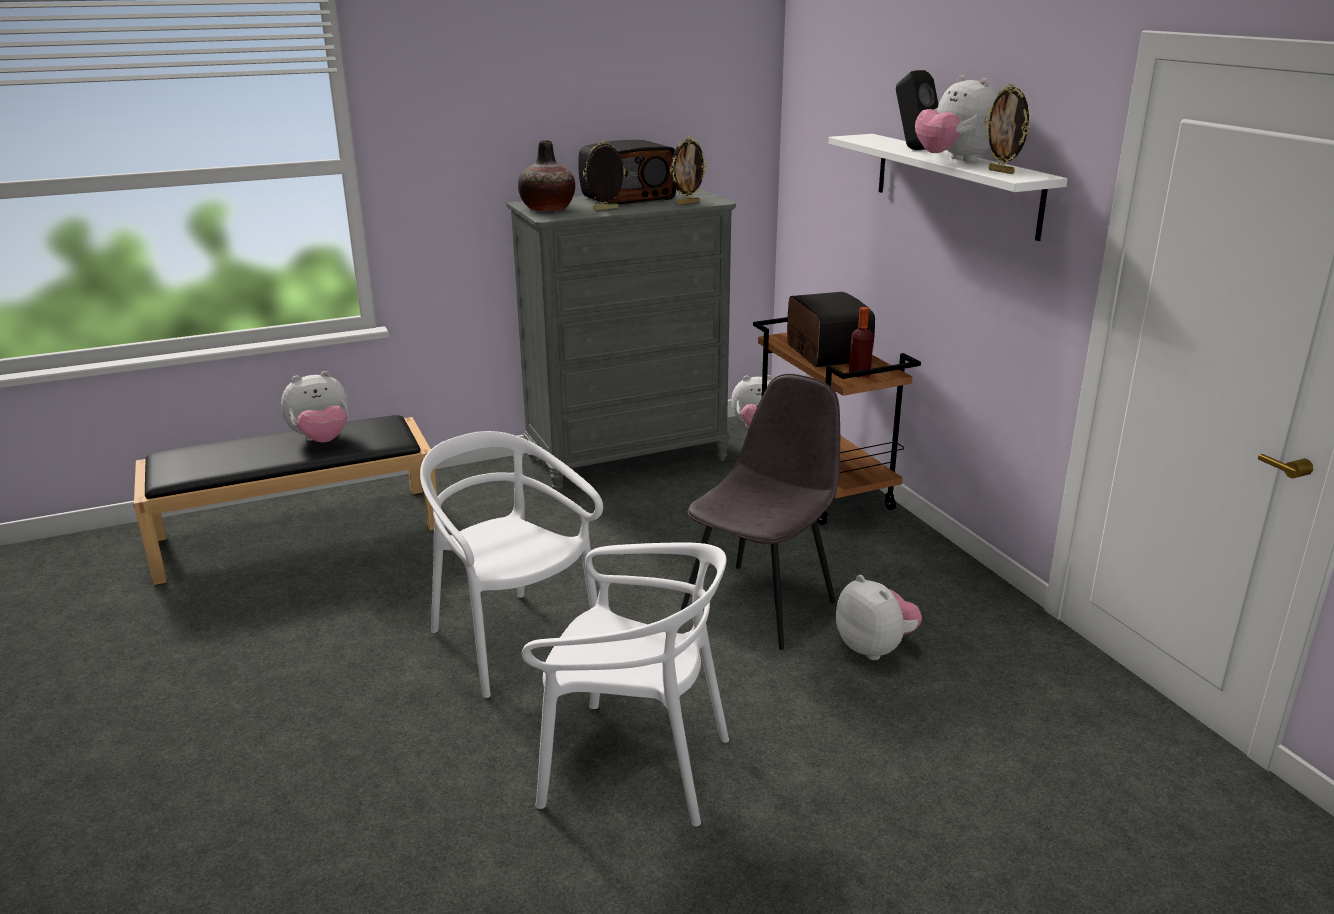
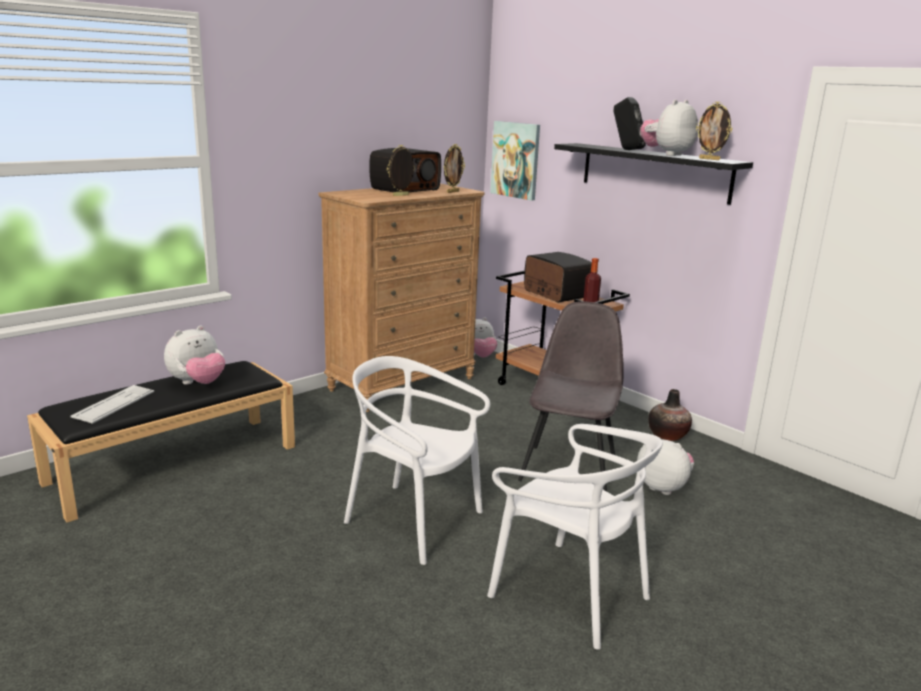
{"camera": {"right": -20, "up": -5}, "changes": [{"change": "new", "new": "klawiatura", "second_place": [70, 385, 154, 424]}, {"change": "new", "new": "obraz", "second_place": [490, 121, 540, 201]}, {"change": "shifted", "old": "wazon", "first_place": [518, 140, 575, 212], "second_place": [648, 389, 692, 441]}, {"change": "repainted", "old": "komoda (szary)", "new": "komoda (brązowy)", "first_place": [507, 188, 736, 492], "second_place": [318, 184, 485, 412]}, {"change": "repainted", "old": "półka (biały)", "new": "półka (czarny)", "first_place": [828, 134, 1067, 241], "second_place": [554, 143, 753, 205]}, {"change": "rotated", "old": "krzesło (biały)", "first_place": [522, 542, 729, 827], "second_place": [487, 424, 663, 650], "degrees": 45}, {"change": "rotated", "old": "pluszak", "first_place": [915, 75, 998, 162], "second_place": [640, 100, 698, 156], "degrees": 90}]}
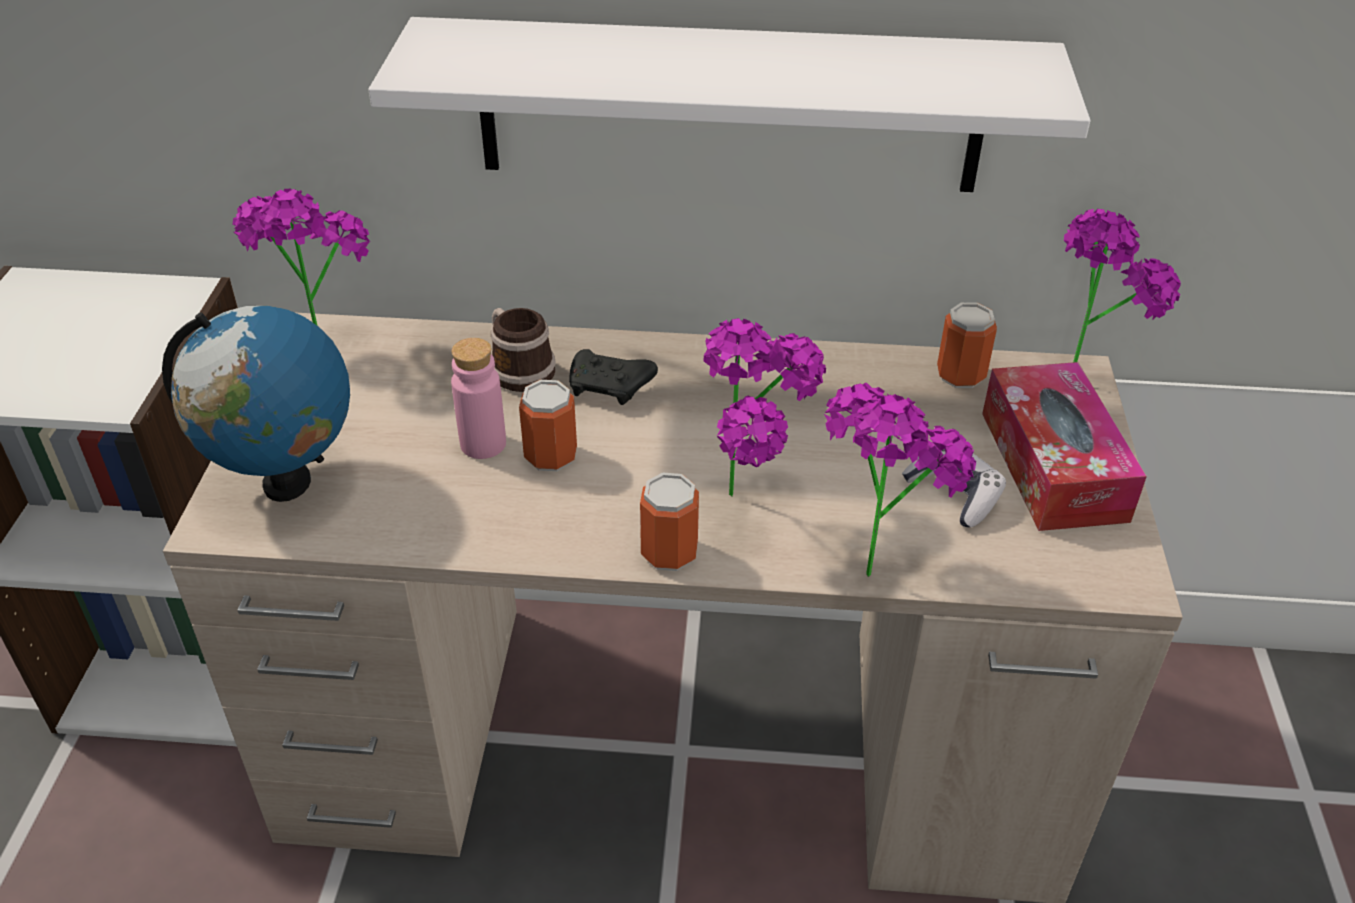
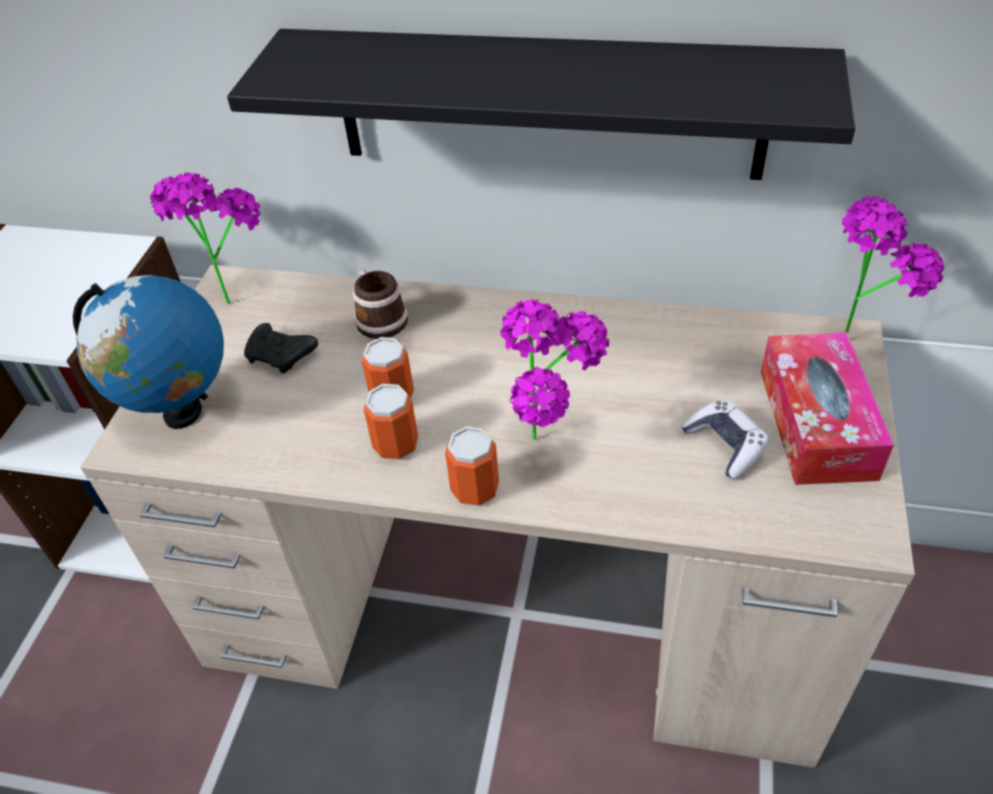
{"camera": {"right": 10, "up": 5}, "changes": [{"change": "gone", "old": "butelka (różowy)", "first_place": [451, 338, 506, 459]}, {"change": "gone", "old": "roślina doniczkowa", "first_place": [824, 383, 976, 577]}, {"change": "shifted", "old": "pad do gier (czarny)", "first_place": [569, 349, 658, 405], "second_place": [244, 323, 318, 374]}, {"change": "shifted", "old": "puszka", "first_place": [937, 303, 997, 388], "second_place": [363, 384, 418, 460]}, {"change": "repainted", "old": "półka (biały)", "new": "półka (czarny)", "first_place": [368, 17, 1090, 192], "second_place": [227, 29, 856, 180]}]}
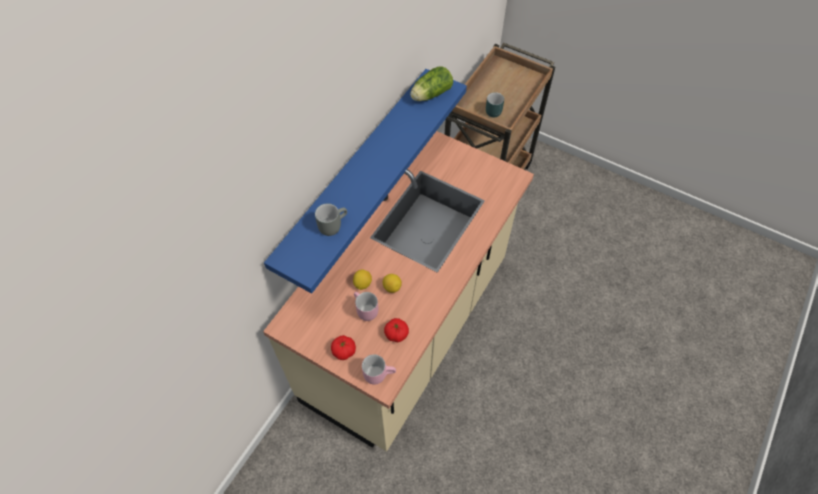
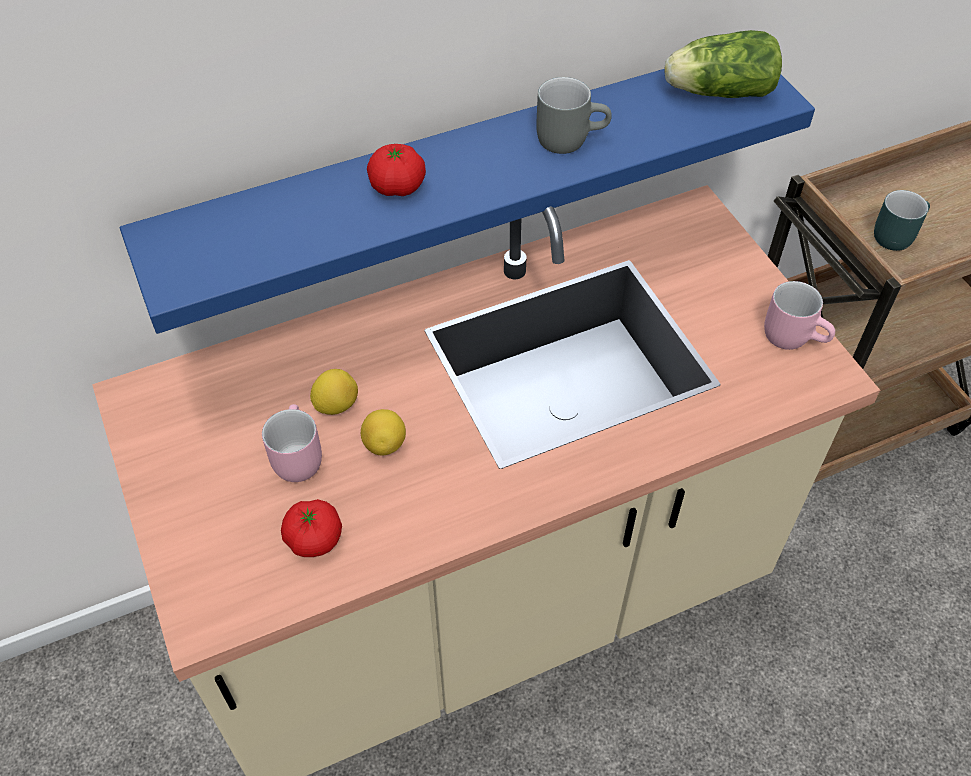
{"camera": {"right": 35, "up": -5}, "changes": [{"change": "shifted", "old": "kubek (szary)", "first_place": [315, 204, 347, 236], "second_place": [536, 77, 612, 154]}, {"change": "shifted", "old": "pomidor", "first_place": [331, 335, 356, 360], "second_place": [367, 144, 426, 196]}, {"change": "shifted", "old": "kubek (różowy)", "first_place": [362, 354, 396, 385], "second_place": [764, 281, 835, 350]}]}
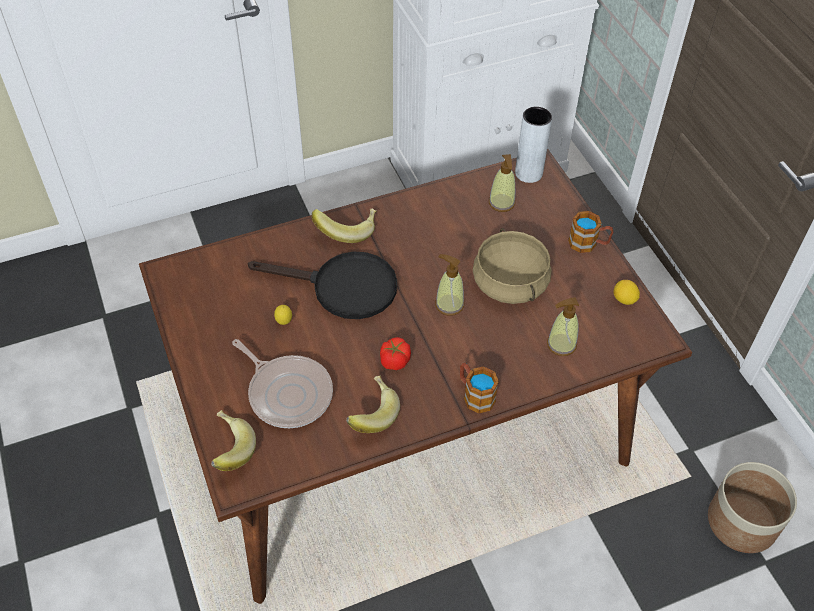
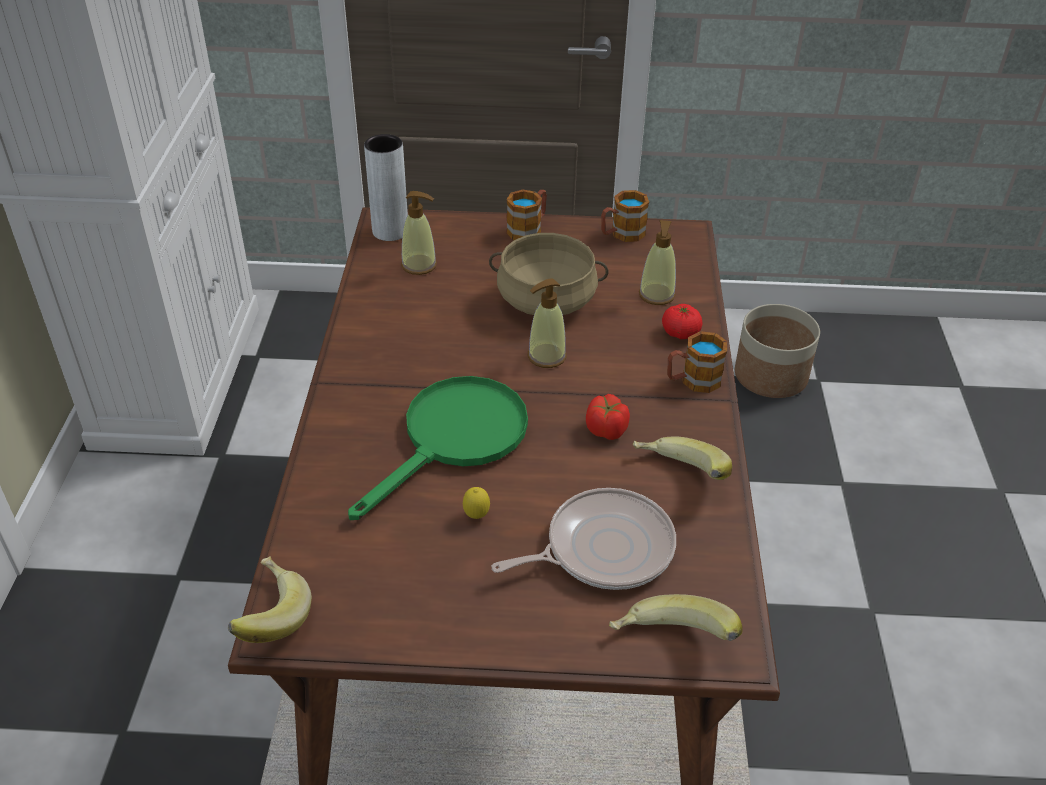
{"camera": {"right": -65, "up": -10}, "changes": [{"change": "new", "new": "pomidor", "second_place": [662, 304, 703, 339]}, {"change": "shifted", "old": "banan", "first_place": [312, 209, 377, 243], "second_place": [228, 556, 312, 643]}, {"change": "swapped", "old": "cytryna", "new": "kubek", "first_place": [613, 280, 640, 305], "second_place": [601, 190, 649, 242]}, {"change": "repainted", "old": "patelnia (czarny)", "new": "patelnia (zielony)", "first_place": [248, 252, 397, 319], "second_place": [348, 376, 528, 520]}]}
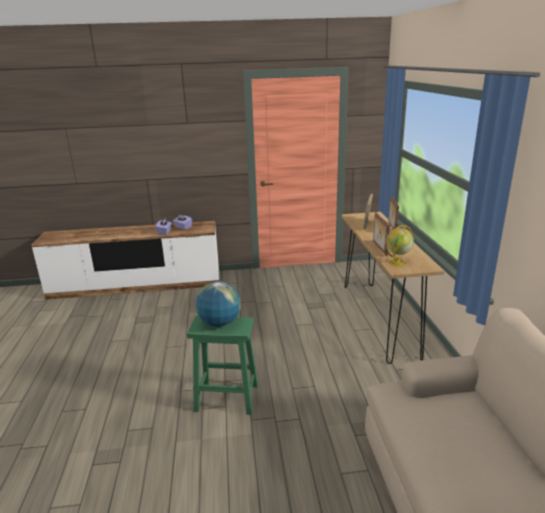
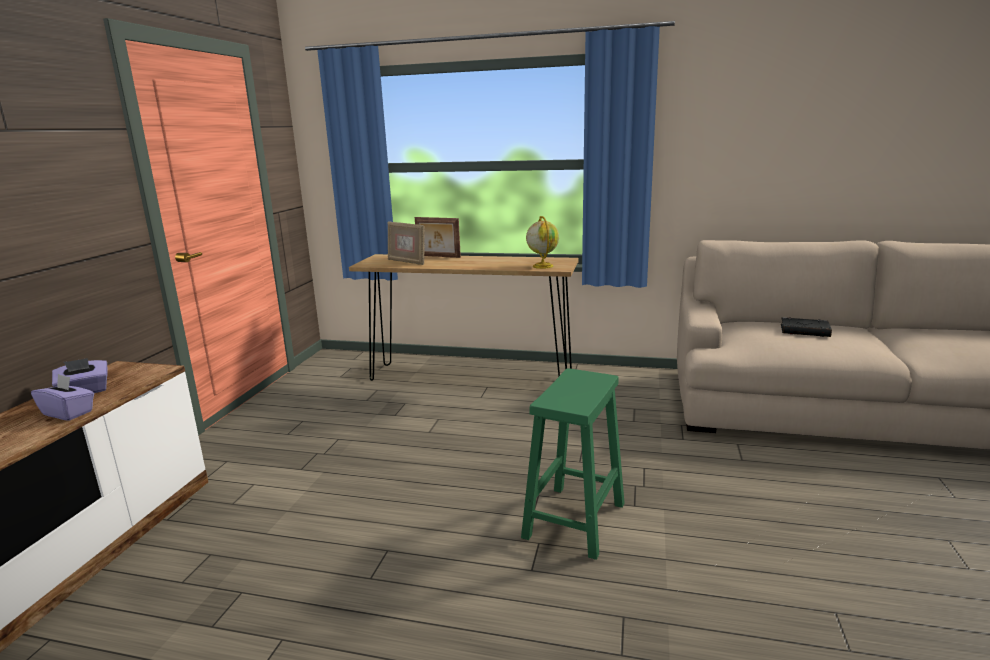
{"camera": {"right": -70, "up": -5}, "changes": [{"change": "gone", "old": "globus", "first_place": [196, 281, 241, 327]}, {"change": "gone", "old": "ramka na zdjęcie", "first_place": [373, 212, 390, 256]}, {"change": "new", "new": "książka (czarny)", "second_place": [781, 317, 832, 337]}]}
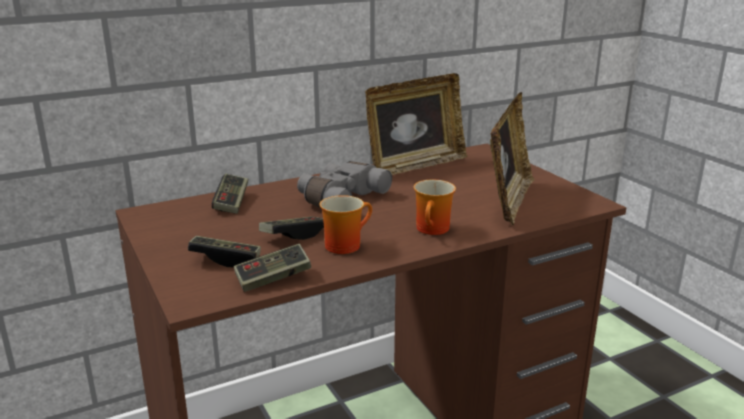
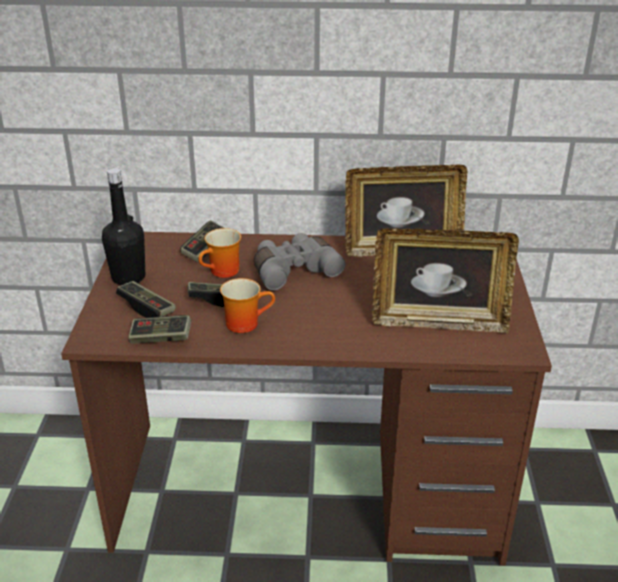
{"camera": {"right": 30, "up": 10}, "changes": [{"change": "new", "new": "butelka (czarny)", "second_place": [102, 168, 145, 285]}, {"change": "shifted", "old": "kubek", "first_place": [414, 180, 456, 235], "second_place": [198, 228, 241, 278]}, {"change": "rotated", "old": "ramka na zdjęcie", "first_place": [490, 92, 535, 225], "second_place": [372, 228, 519, 333], "degrees": 45}]}
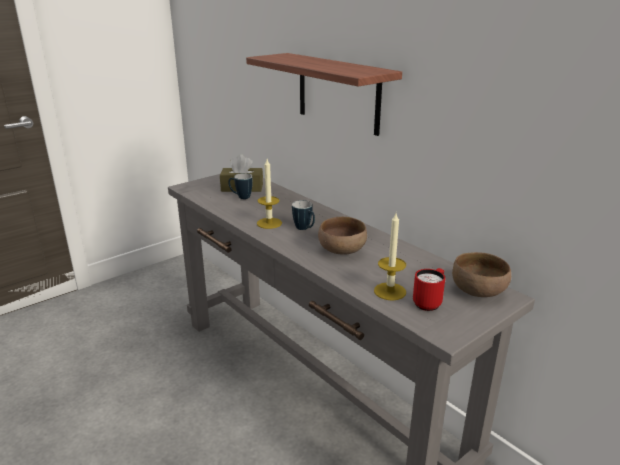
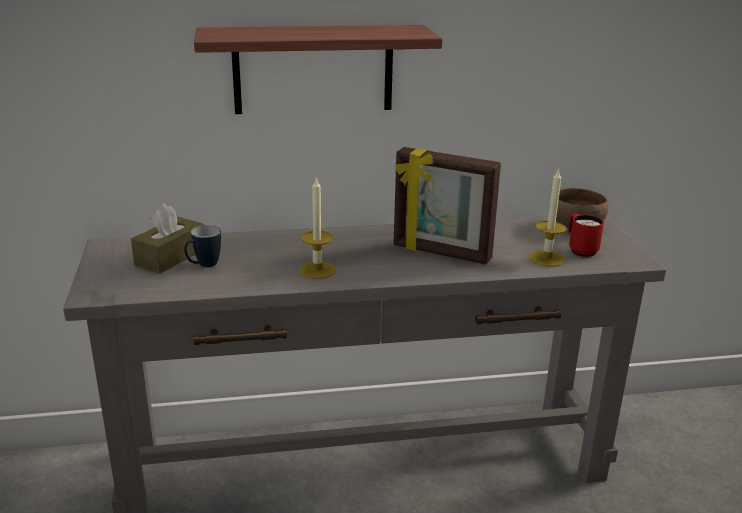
{"camera": {"right": -60, "up": 0}, "changes": [{"change": "gone", "old": "kubek", "first_place": [292, 200, 315, 230]}, {"change": "swapped", "old": "miska (brązowy)", "new": "ramka na zdjęcie", "first_place": [318, 217, 367, 255], "second_place": [393, 147, 501, 265]}]}
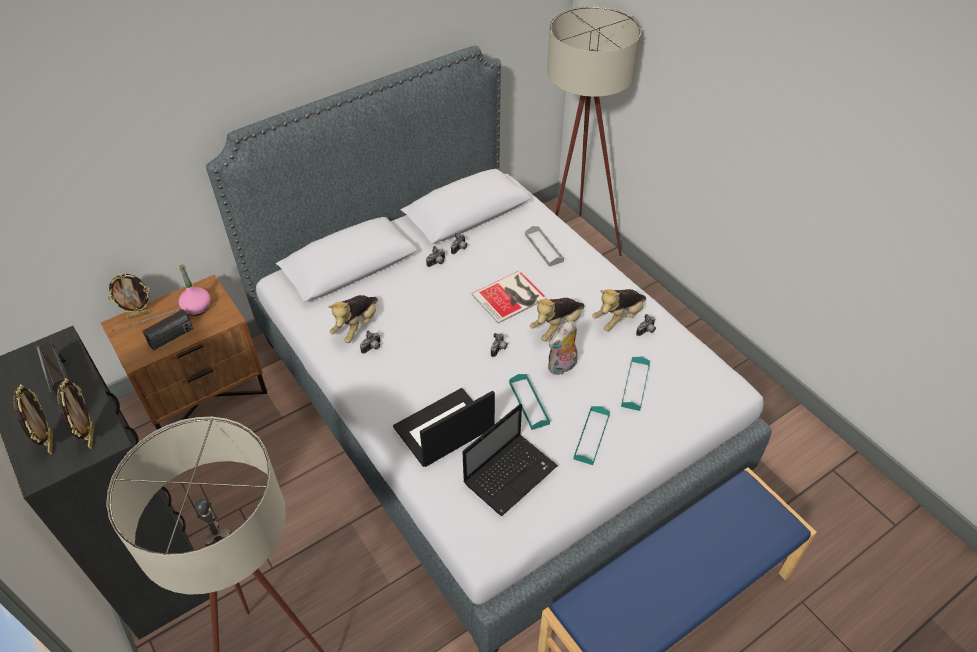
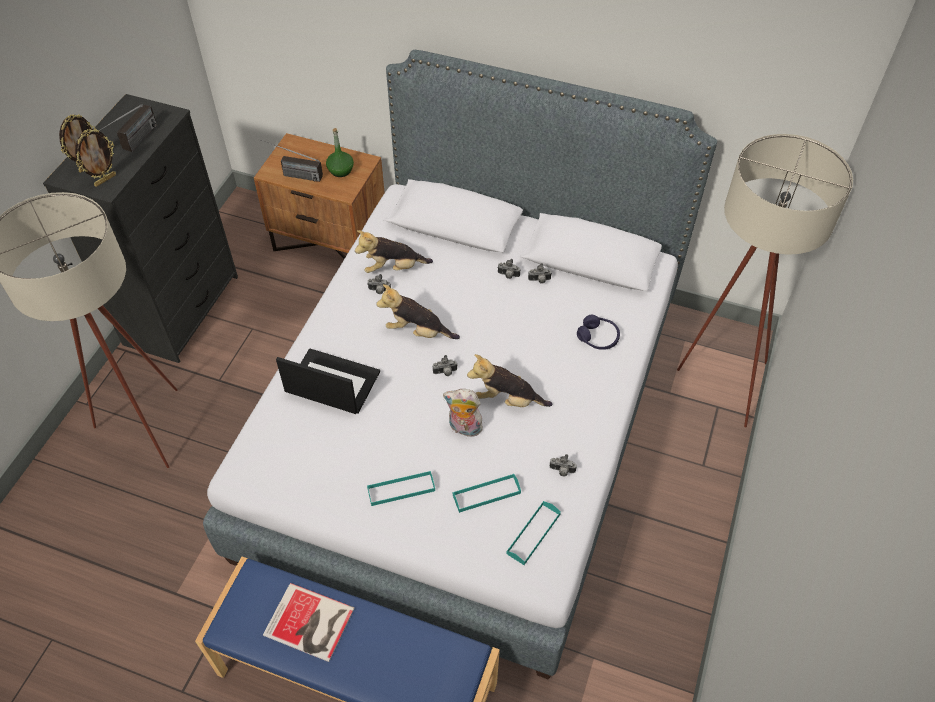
{"camera": {"right": 55, "up": 5}, "changes": [{"change": "gone", "old": "ramka na zdjęcie", "first_place": [108, 274, 151, 319]}, {"change": "gone", "old": "laptop", "first_place": [462, 403, 558, 516]}, {"change": "shifted", "old": "książka", "first_place": [471, 271, 547, 323], "second_place": [263, 583, 355, 662]}, {"change": "shifted", "old": "taca (turkusowy)", "first_place": [509, 374, 550, 430], "second_place": [506, 501, 561, 565]}, {"change": "shifted", "old": "pluszak", "first_place": [592, 289, 646, 331], "second_place": [376, 284, 460, 339]}, {"change": "swapped", "old": "taca (szary)", "new": "słuchawki (fioletowy)", "first_place": [525, 226, 564, 267], "second_place": [577, 315, 620, 350]}, {"change": "repainted", "old": "butelka (różowy)", "new": "butelka (zielony)", "first_place": [179, 264, 210, 316], "second_place": [326, 128, 354, 177]}]}
